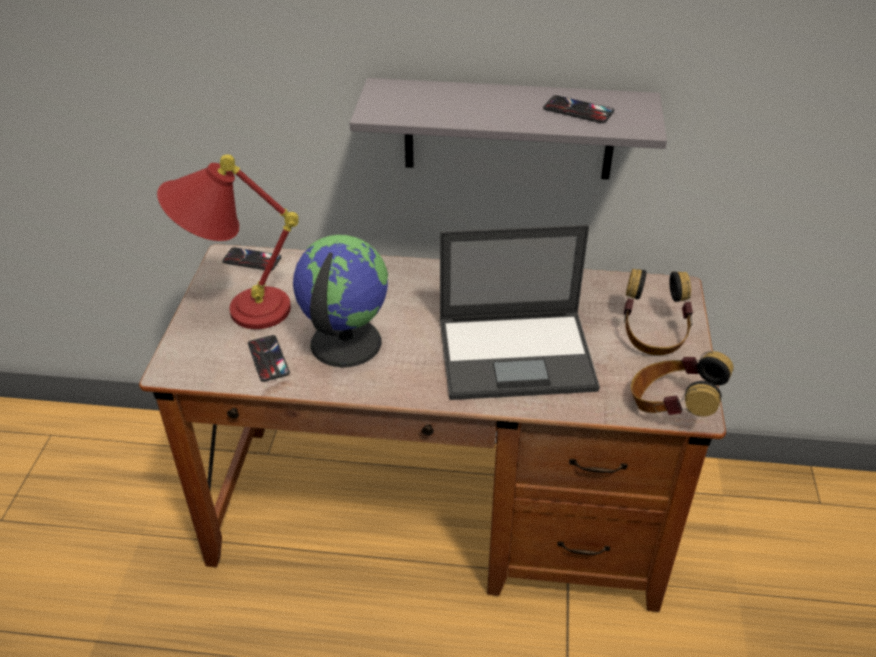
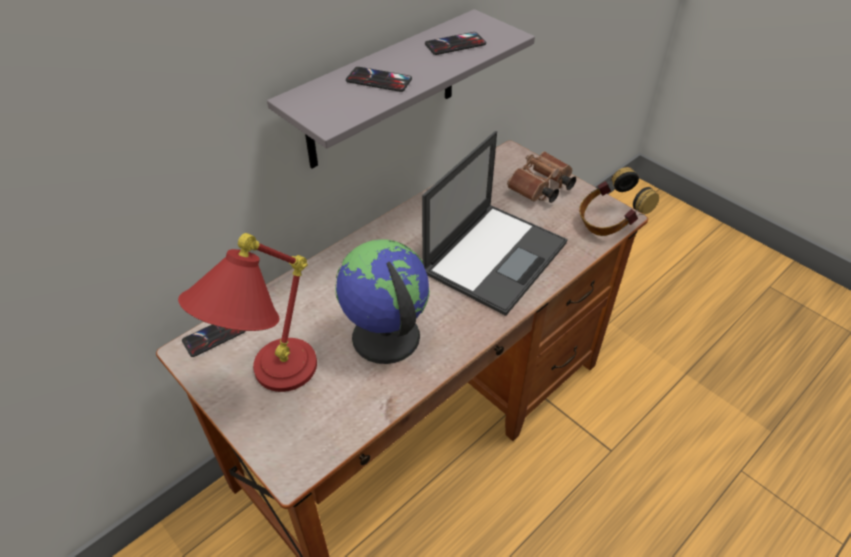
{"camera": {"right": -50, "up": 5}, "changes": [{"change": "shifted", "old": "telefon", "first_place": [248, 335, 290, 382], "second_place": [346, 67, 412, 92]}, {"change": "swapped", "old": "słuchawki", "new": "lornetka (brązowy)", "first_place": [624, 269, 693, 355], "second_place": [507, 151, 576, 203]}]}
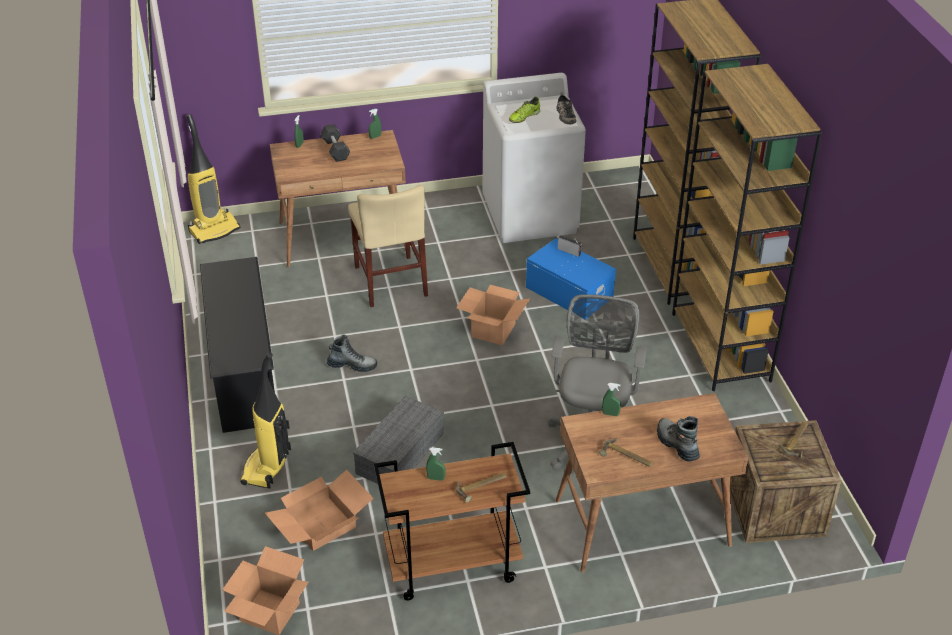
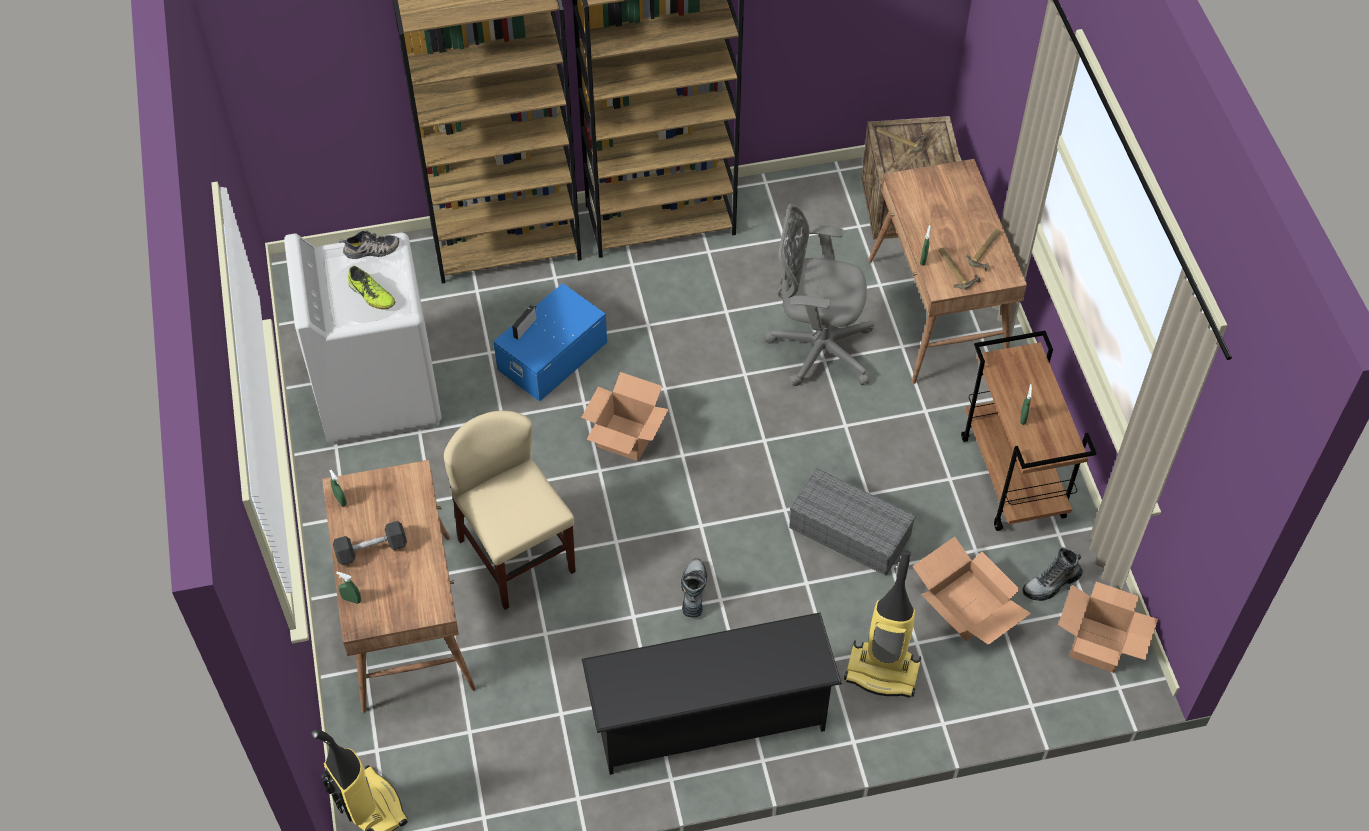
{"camera": {"right": -90, "up": 15}, "changes": [{"change": "shifted", "old": "młotek", "first_place": [456, 473, 507, 503], "second_place": [938, 248, 981, 289]}, {"change": "shifted", "old": "but z cholewką", "first_place": [657, 416, 700, 462], "second_place": [1022, 547, 1083, 601]}, {"change": "rotated", "old": "krzesło (beżowy)", "first_place": [348, 185, 428, 307], "second_place": [444, 411, 576, 610], "degrees": -105}]}
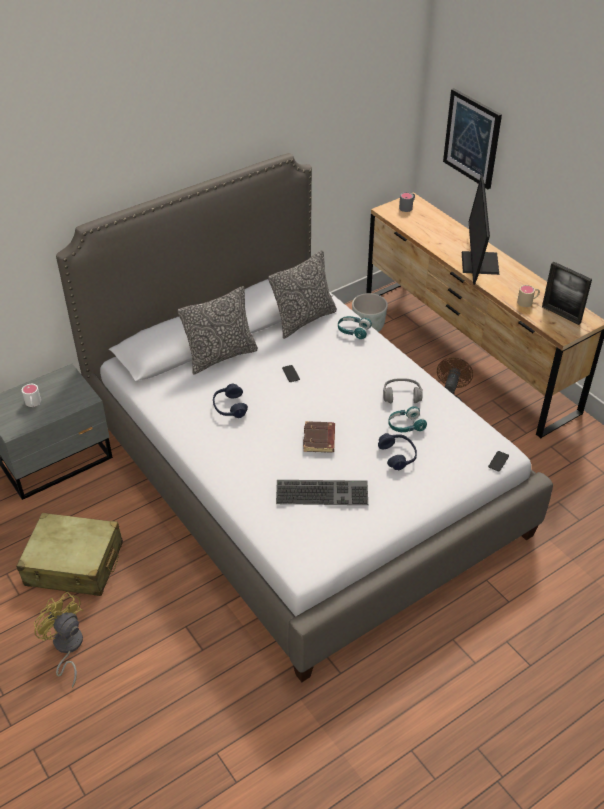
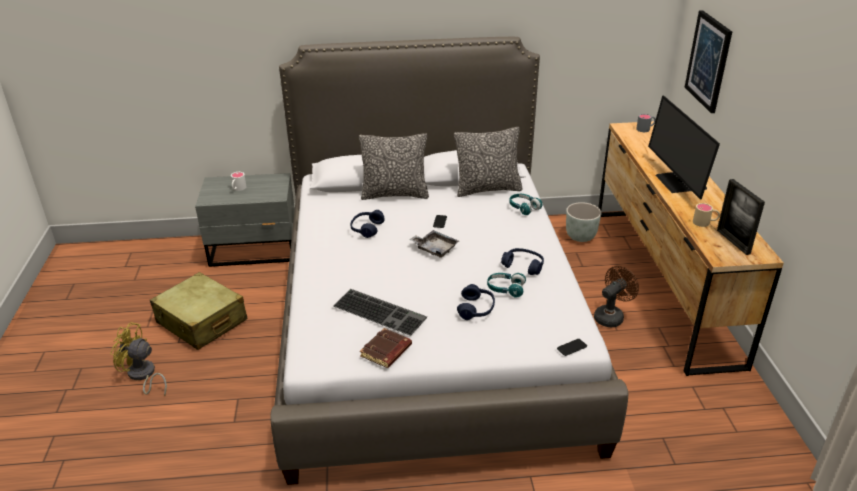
{"camera": {"right": 30, "up": -10}, "changes": [{"change": "new", "new": "taca (szary)", "second_place": [409, 230, 459, 258]}, {"change": "shifted", "old": "książka (brązowy)", "first_place": [303, 421, 335, 453], "second_place": [360, 328, 412, 368]}, {"change": "repainted", "old": "słuchawki (szary)", "new": "słuchawki (niebieski)", "first_place": [383, 378, 423, 403], "second_place": [501, 248, 544, 275]}, {"change": "rotated", "old": "wentylator (żółty)", "first_place": [34, 592, 83, 688], "second_place": [111, 322, 167, 396], "degrees": -60}, {"change": "rotated", "old": "monitor", "first_place": [462, 175, 499, 285], "second_place": [648, 95, 720, 199], "degrees": -45}]}
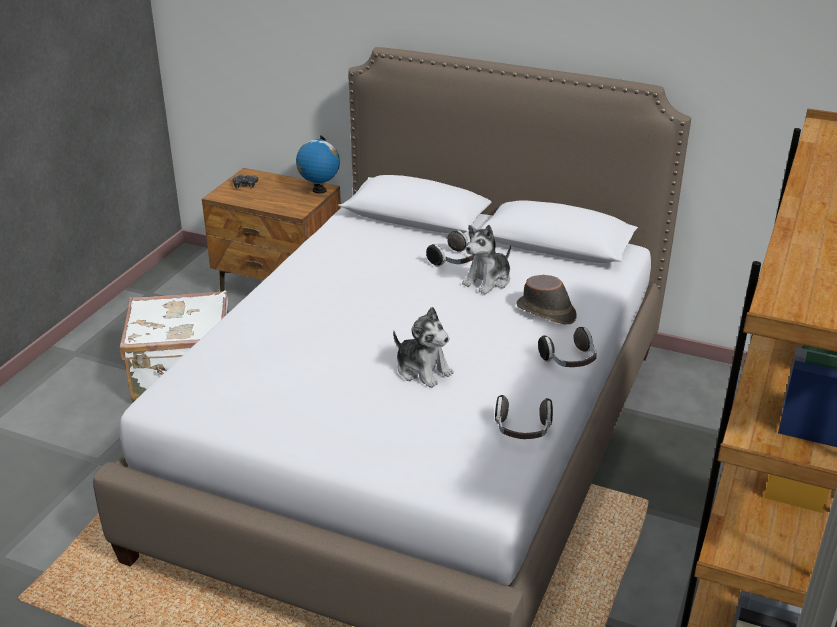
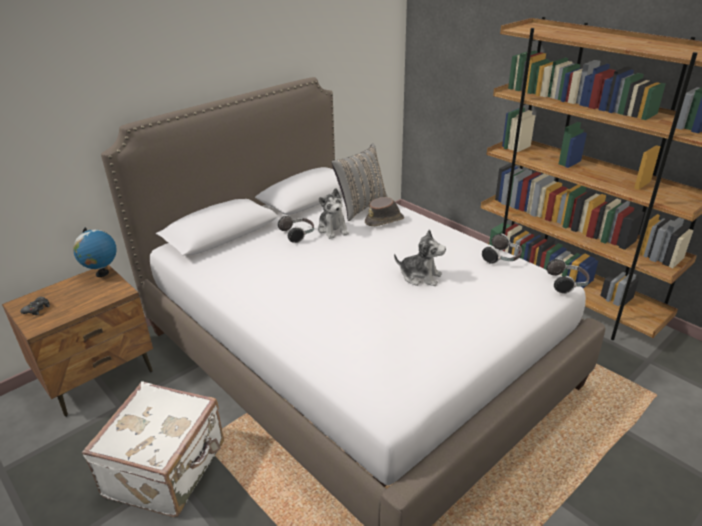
{"camera": {"right": -65, "up": 0}, "changes": [{"change": "new", "new": "poduszka (szary)", "second_place": [331, 144, 388, 221]}, {"change": "shifted", "old": "słuchawki", "first_place": [538, 327, 597, 367], "second_place": [546, 258, 589, 294]}, {"change": "rotated", "old": "pluszak", "first_place": [393, 307, 454, 388], "second_place": [394, 229, 446, 286], "degrees": 45}]}
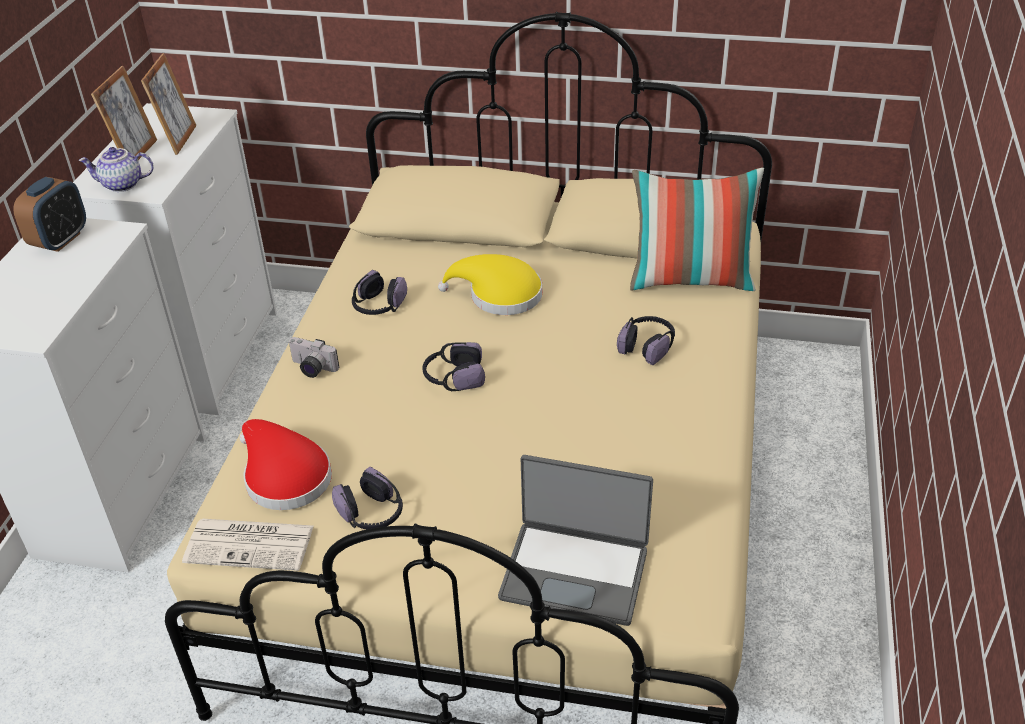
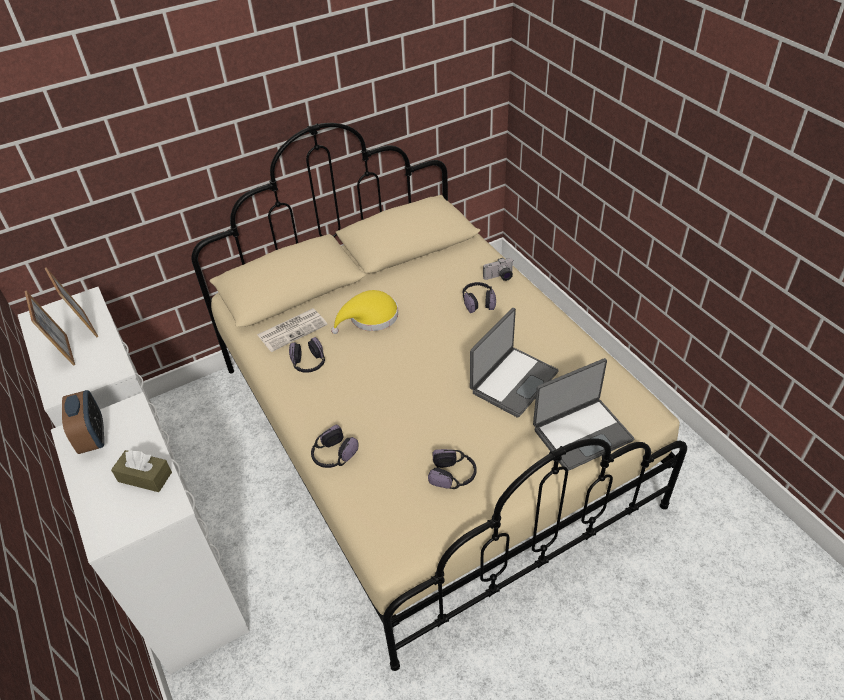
{"camera": {"right": -40, "up": 5}, "changes": [{"change": "gone", "old": "imbryk", "first_place": [78, 147, 154, 192]}, {"change": "gone", "old": "kapelusz (czerwony)", "first_place": [240, 419, 332, 510]}, {"change": "gone", "old": "poduszka", "first_place": [630, 168, 764, 291]}, {"change": "new", "new": "pudełko chusteczek (brązowy)", "second_place": [111, 450, 172, 492]}, {"change": "new", "new": "laptop", "second_place": [470, 308, 559, 418]}, {"change": "shifted", "old": "gazeta", "first_place": [182, 519, 314, 571], "second_place": [257, 308, 328, 352]}, {"change": "shifted", "old": "aparat fotograficzny", "first_place": [289, 337, 339, 378], "second_place": [483, 258, 513, 281]}, {"change": "shifted", "old": "słuchawki", "first_place": [423, 342, 485, 391], "second_place": [311, 425, 359, 468]}]}
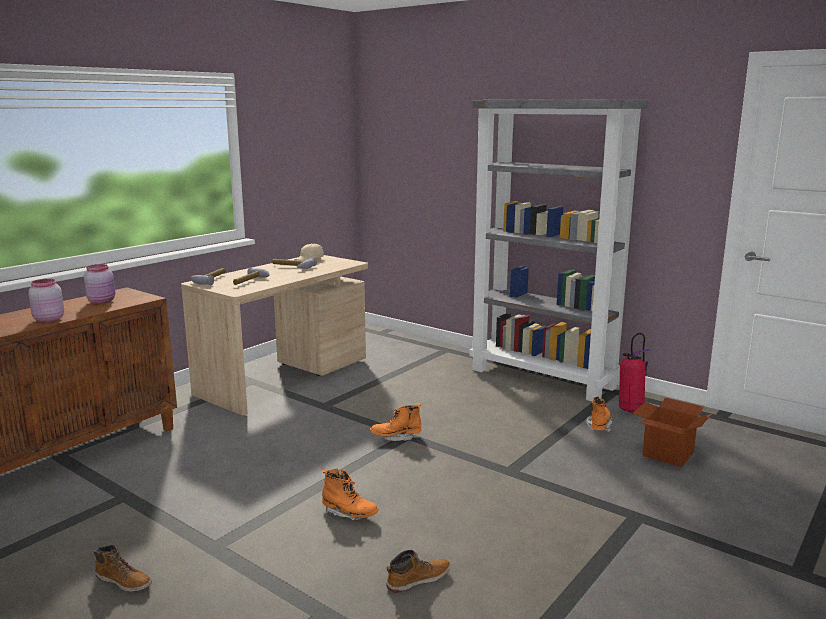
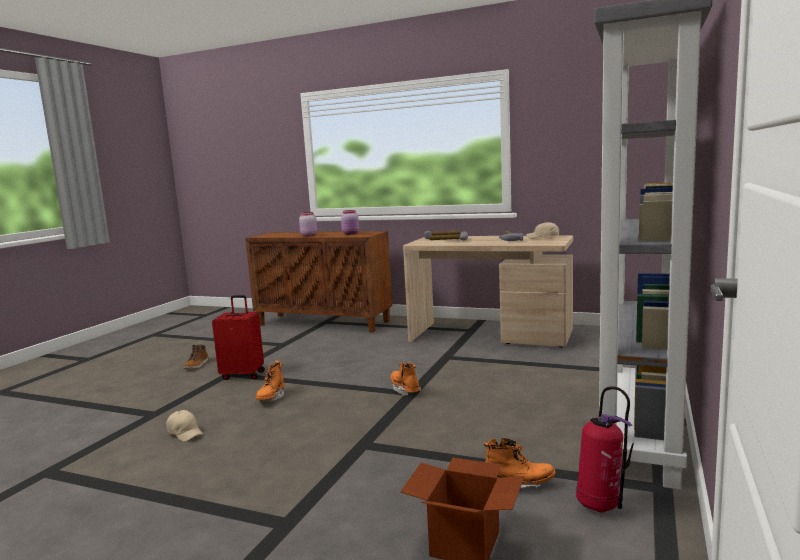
{"camera": {"right": 75, "up": -5}, "changes": [{"change": "new", "new": "walizka (czerwony)", "second_place": [212, 295, 265, 380]}, {"change": "swapped", "old": "but z cholewką", "new": "czapka z daszkiem (beżowy)", "first_place": [387, 550, 450, 593], "second_place": [166, 410, 203, 442]}]}
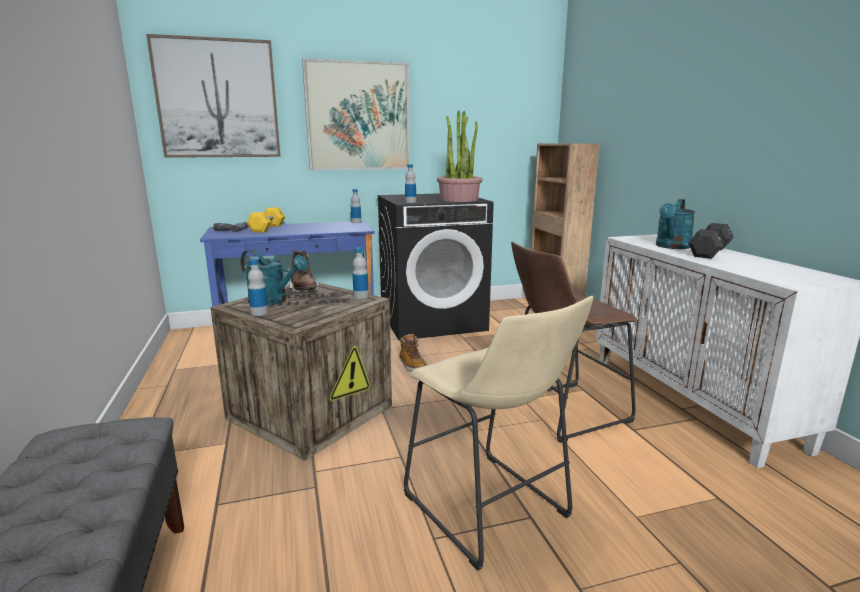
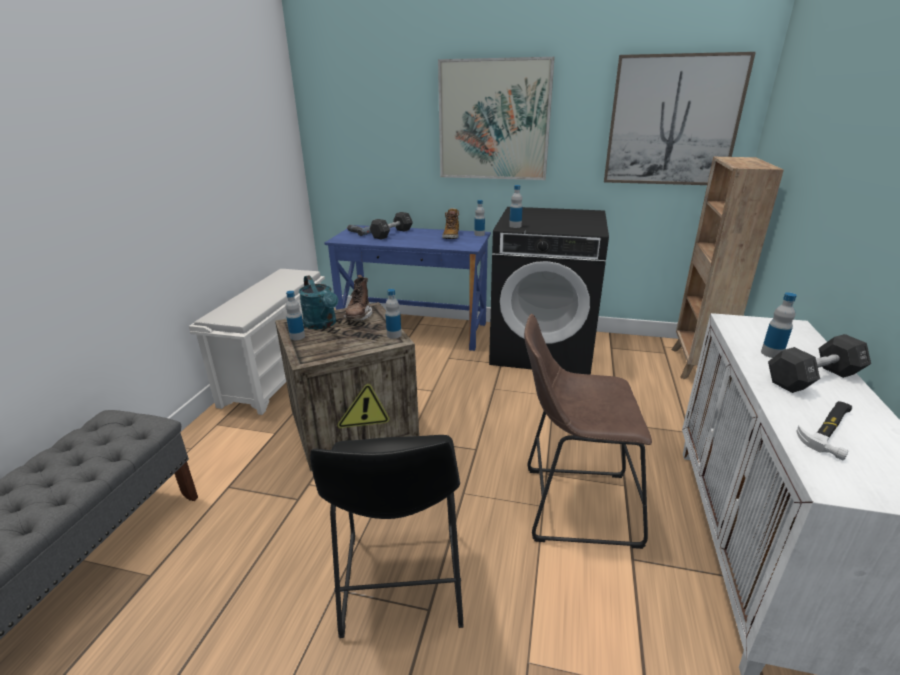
{"camera": {"right": 30, "up": 10}, "changes": [{"change": "gone", "old": "roślina doniczkowa", "first_place": [437, 110, 483, 202]}, {"change": "new", "new": "regał na buty (biały)", "second_place": [189, 269, 325, 415]}, {"change": "new", "new": "młotek", "second_place": [796, 401, 852, 460]}, {"change": "shifted", "old": "obraz", "first_place": [146, 34, 281, 158], "second_place": [604, 52, 756, 185]}, {"change": "shifted", "old": "but z cholewką", "first_place": [400, 334, 426, 371], "second_place": [442, 208, 459, 239]}, {"change": "swapped", "old": "konewka (turkusowy)", "new": "butelka", "first_place": [656, 199, 695, 249], "second_place": [761, 292, 797, 358]}, {"change": "repainted", "old": "hantel (żółty)", "new": "hantel (czarny)", "first_place": [247, 207, 285, 233], "second_place": [369, 212, 413, 240]}, {"change": "repainted", "old": "stołek (beżowy)", "new": "stołek (czarny)", "first_place": [404, 296, 593, 571], "second_place": [310, 435, 464, 638]}]}
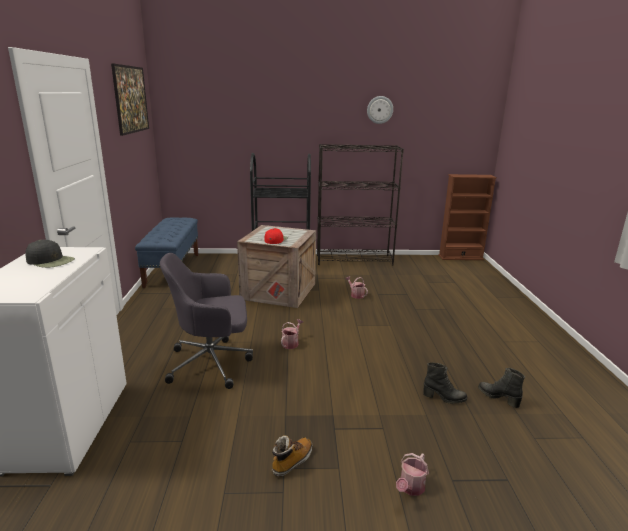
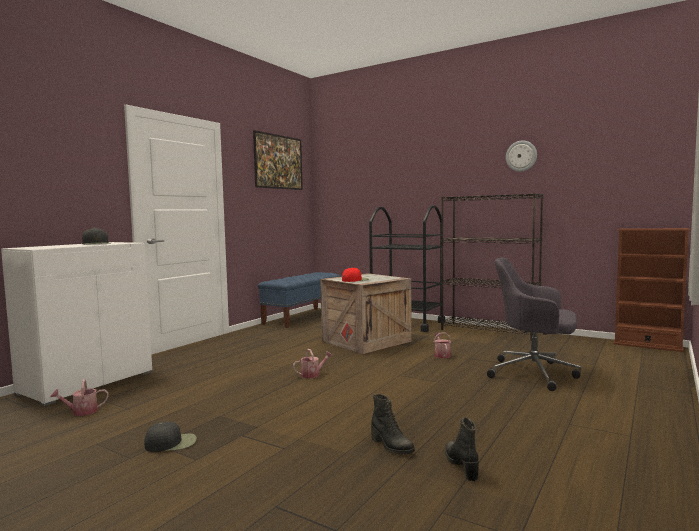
{"camera": {"right": 35, "up": -15}, "changes": [{"change": "shifted", "old": "krzesło biurowe (szary)", "first_place": [160, 253, 253, 389], "second_place": [487, 258, 581, 391]}, {"change": "shifted", "old": "konewka", "first_place": [396, 453, 429, 496], "second_place": [50, 379, 109, 416]}, {"change": "swapped", "old": "but z cholewką", "new": "czapka z daszkiem (czarny)", "first_place": [272, 435, 312, 477], "second_place": [144, 421, 197, 452]}]}
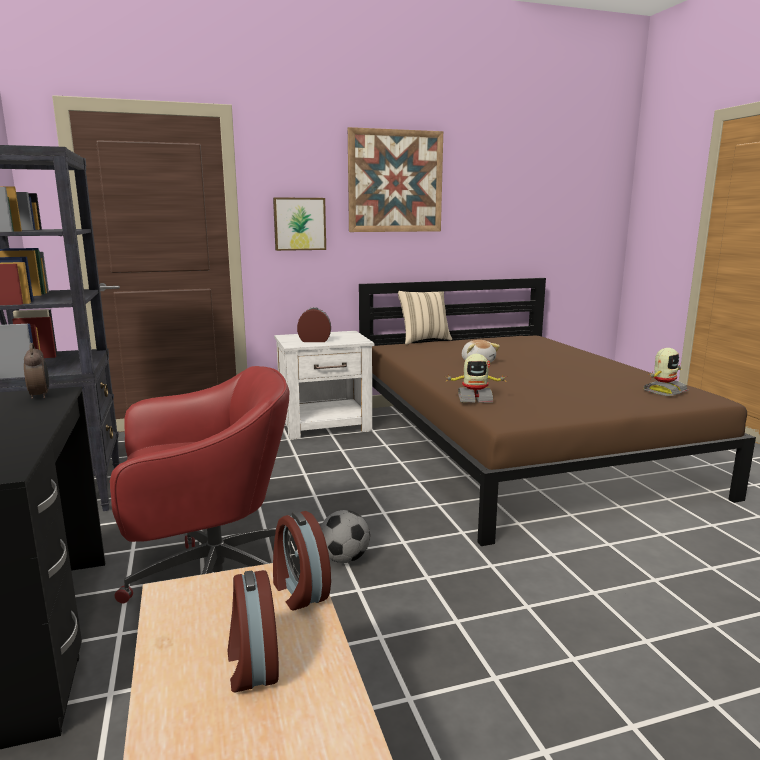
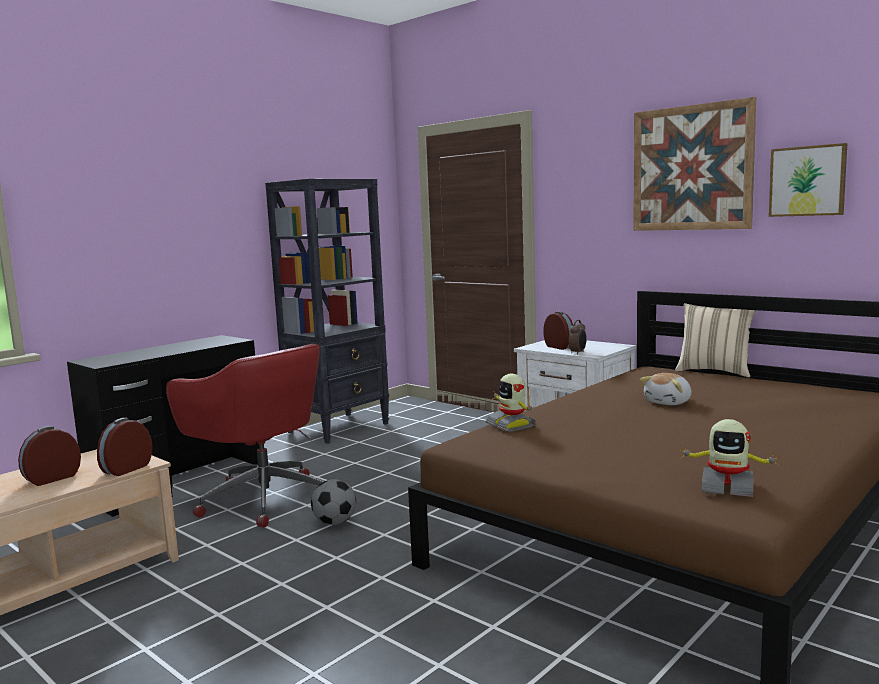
{"camera": {"right": 60, "up": -5}, "changes": [{"change": "shifted", "old": "budzik", "first_place": [24, 343, 49, 399], "second_place": [568, 320, 587, 354]}, {"change": "shifted", "old": "obraz", "first_place": [273, 197, 326, 251], "second_place": [769, 143, 847, 217]}]}
